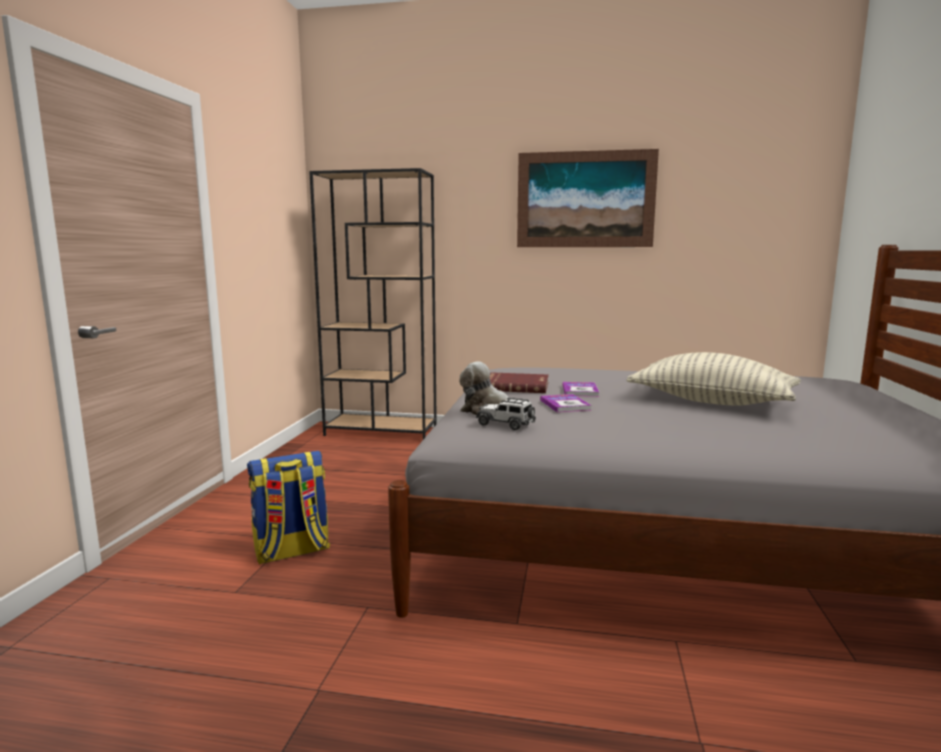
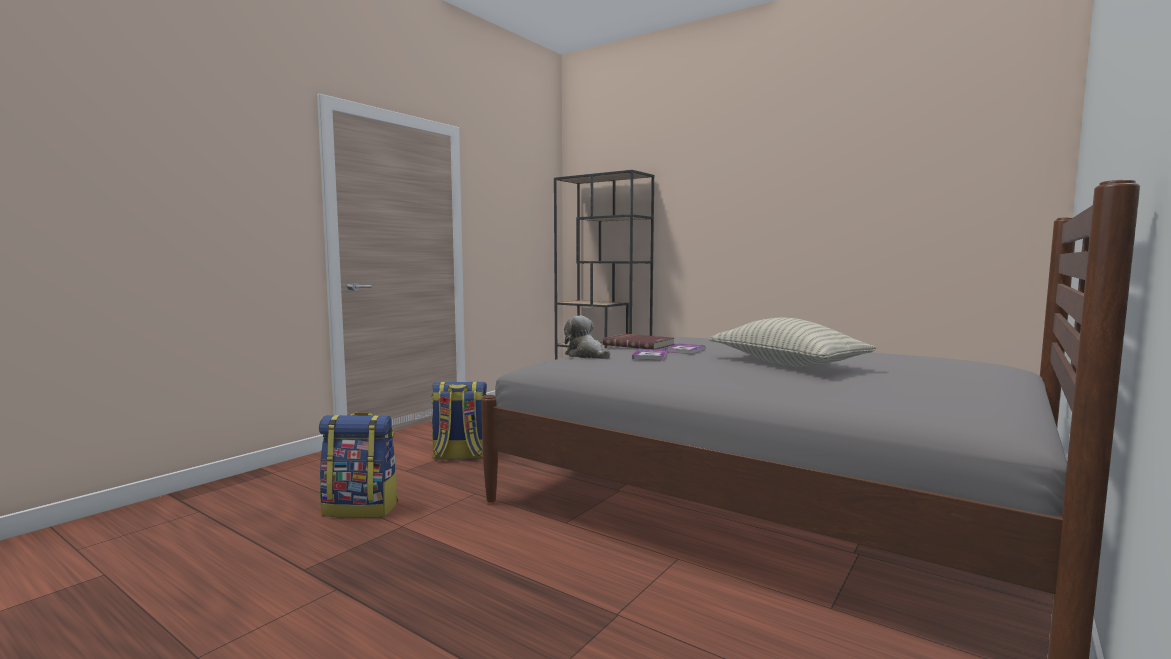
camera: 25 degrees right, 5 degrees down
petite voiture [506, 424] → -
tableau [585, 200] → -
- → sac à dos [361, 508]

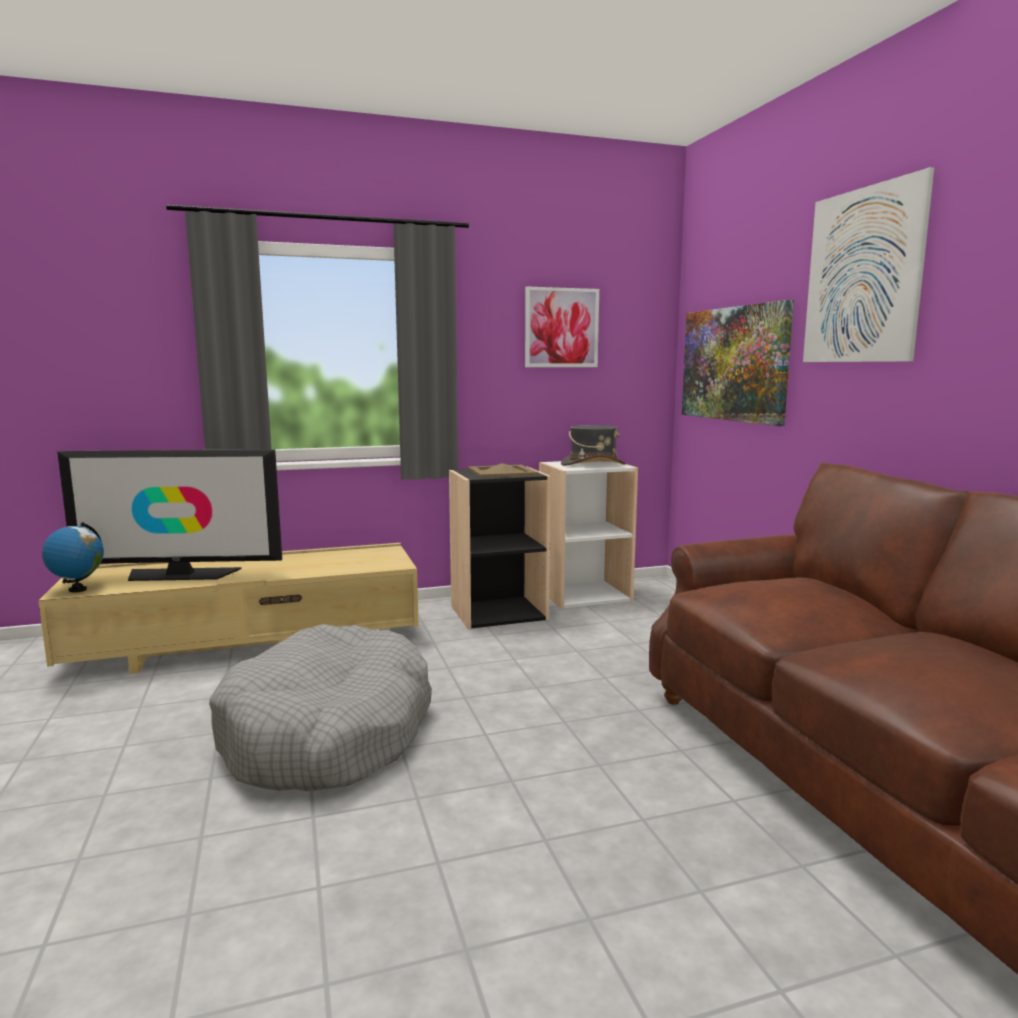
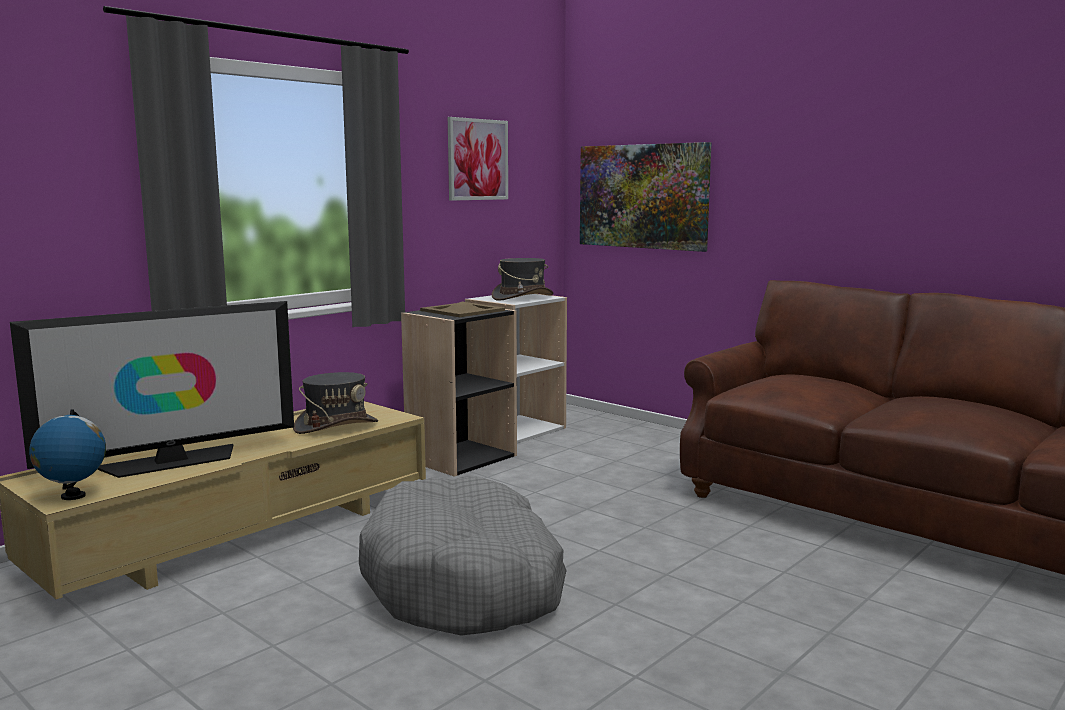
camera: 30 degrees left, 0 degrees up
tableau [863, 276] → -
- → chapeau (gris) [336, 426]

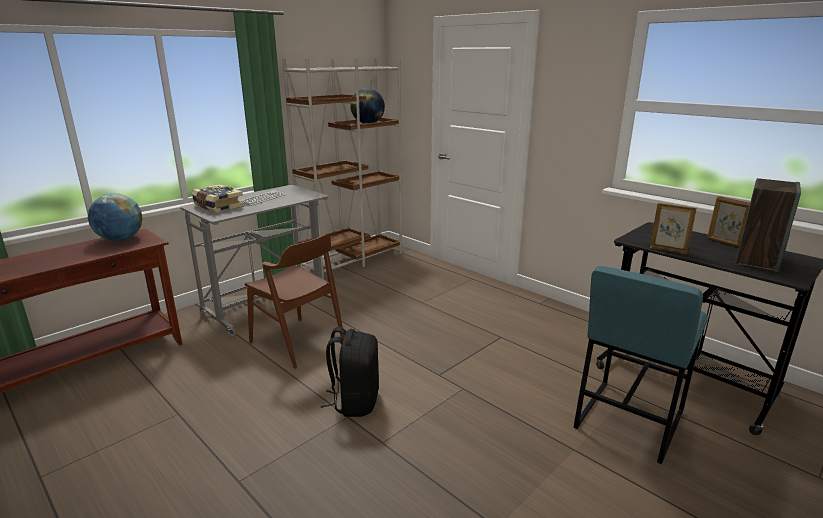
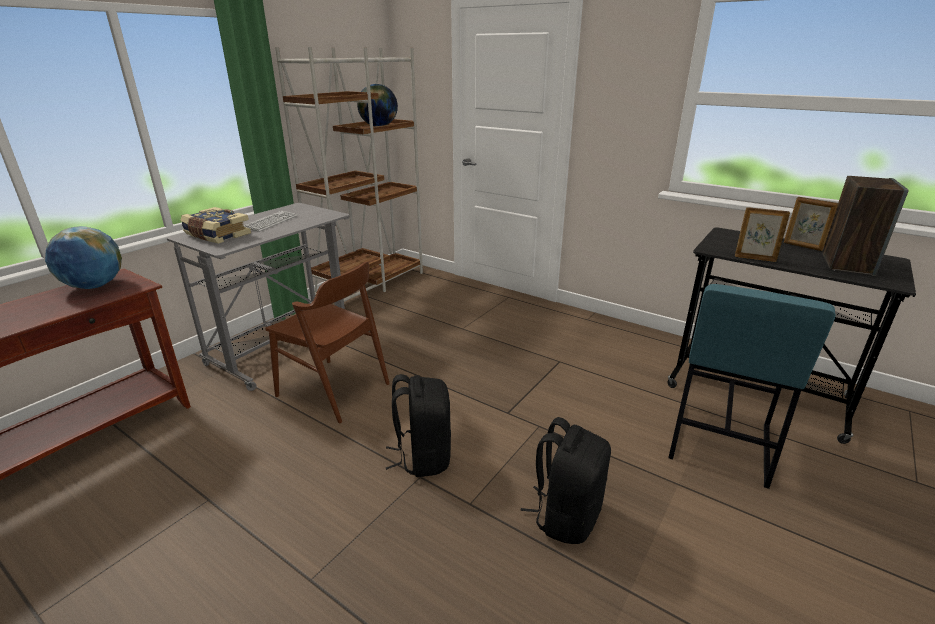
camera: 10 degrees left, 5 degrees up
- → sac à dos (noir) [566, 515]

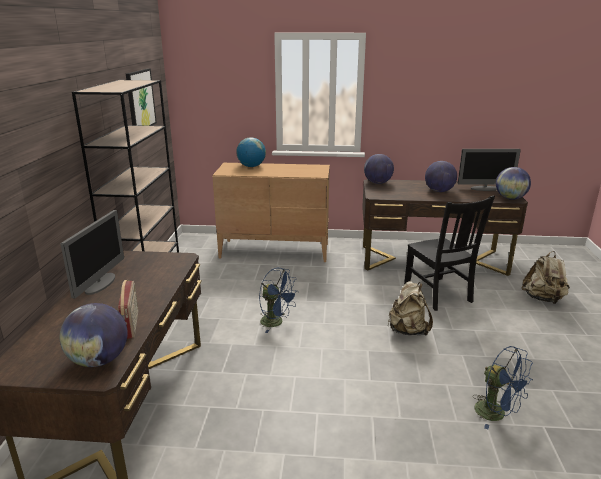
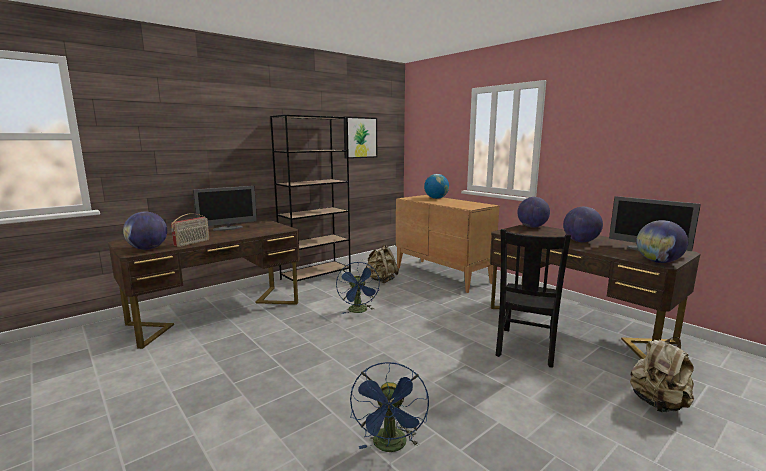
camera: 45 degrees right, 10 degrees down
sac à dos (beige) [408, 330] → sac à dos (beige) [381, 280], shifted

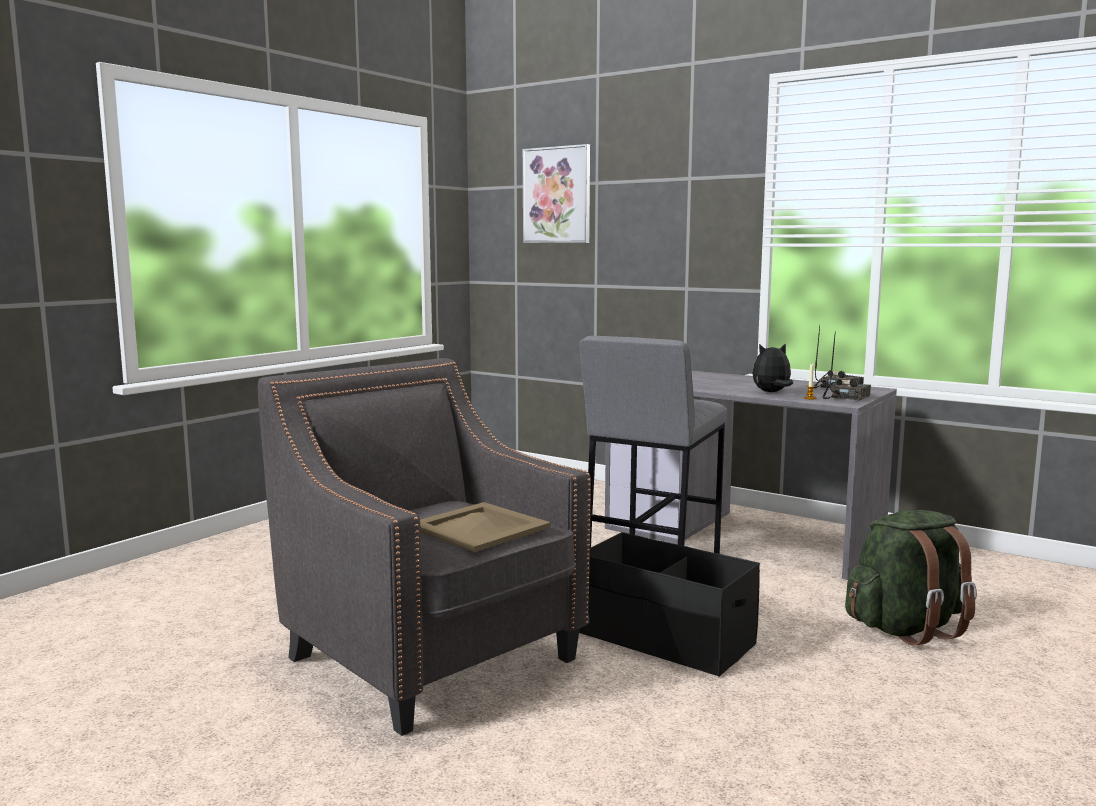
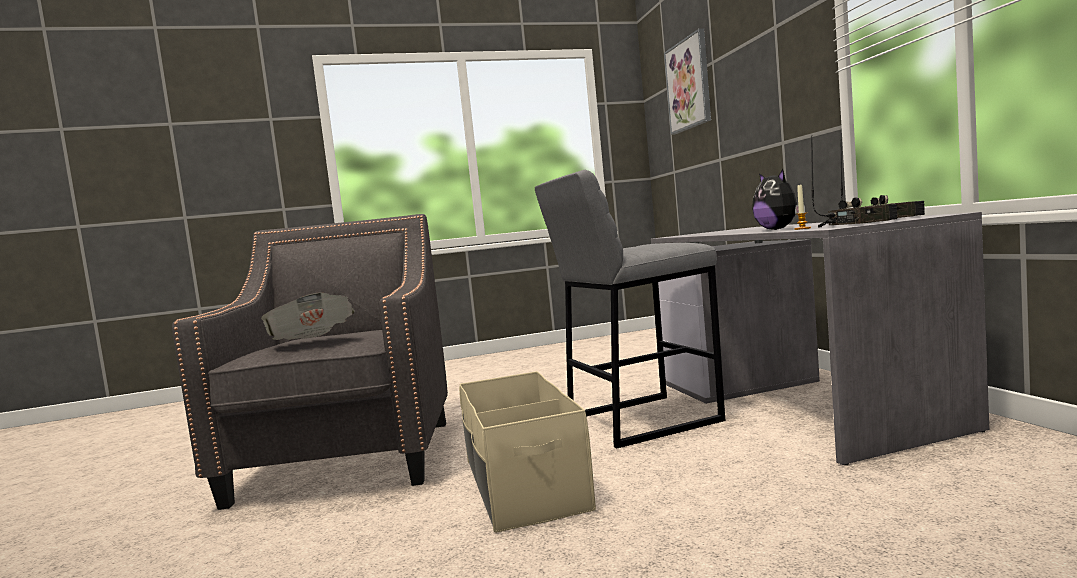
camera: 40 degrees right, 5 degrees down
sac à dos (vert) [906, 628] → -
plateau (beige) [478, 527] → journal [313, 342]
boîte de rangement (noir) [665, 639] → boîte de rangement (beige) [523, 485]
peluche [771, 392] → peluche [778, 229], 135 degrees counterclockwise

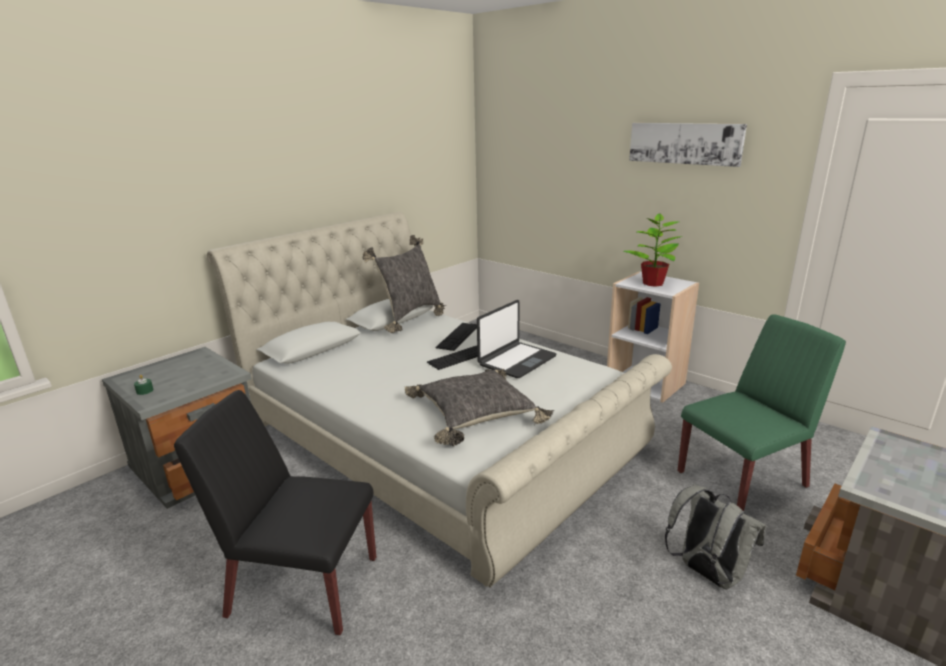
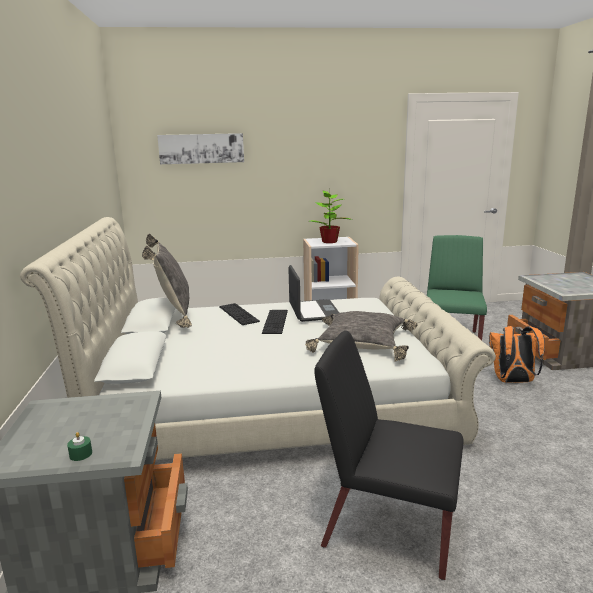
camera: 50 degrees left, 5 degrees down
tableau [685, 143] → tableau [201, 148], shifted
sac à dos (gris) [706, 573] → sac à dos (orange) [512, 381]
chaise (noir) [302, 586] → chaise (noir) [387, 527], 60 degrees clockwise

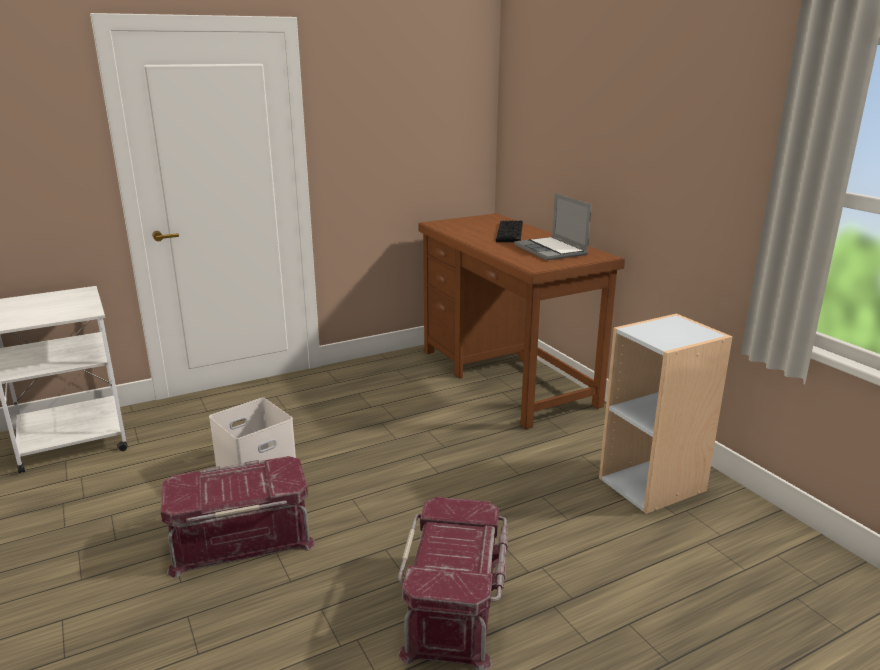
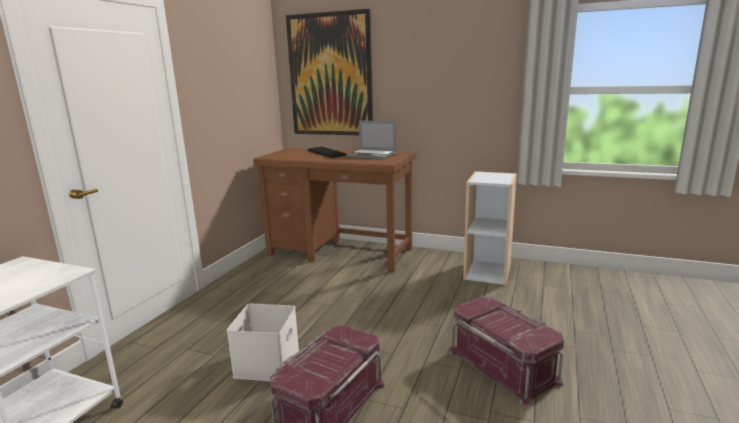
camera: 40 degrees left, 5 degrees down
- → tableau [330, 75]

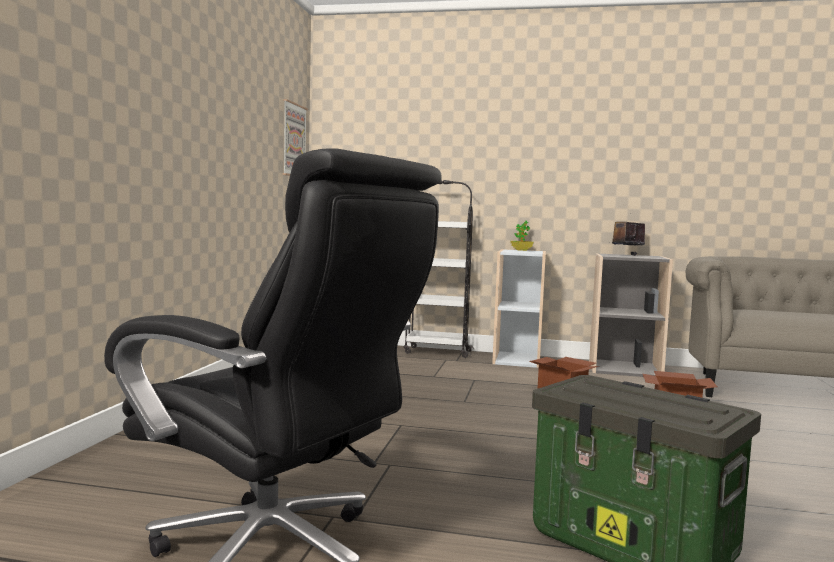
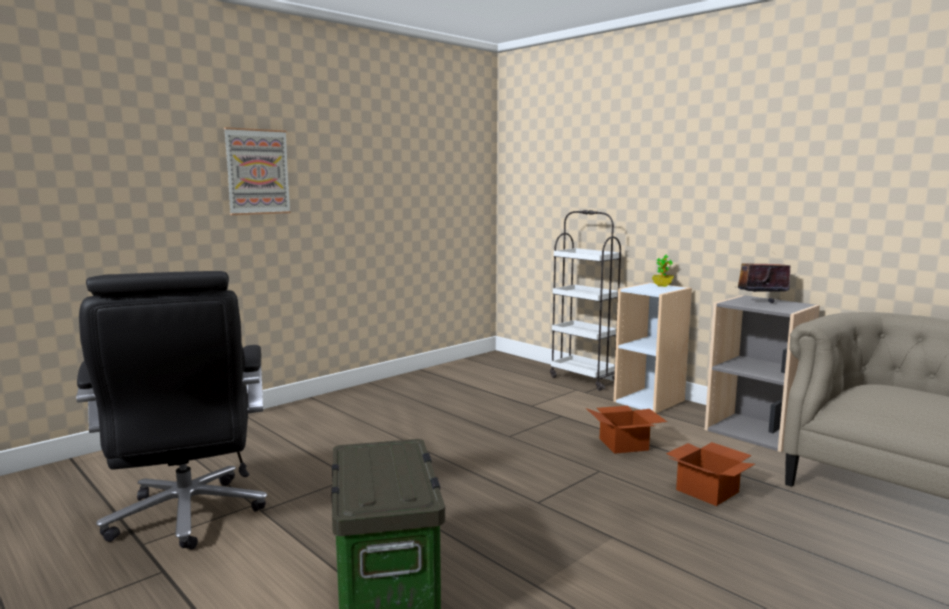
camera: 35 degrees right, 5 degrees up
tableau [293, 140] → tableau [257, 172], shifted

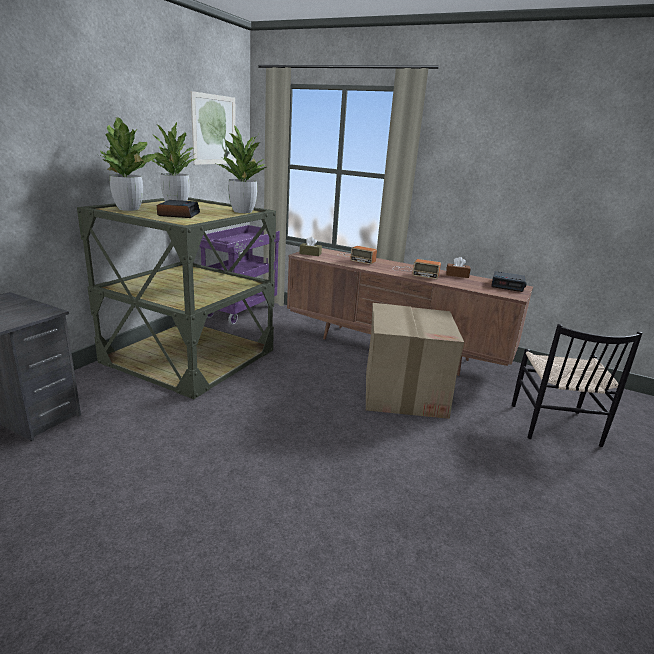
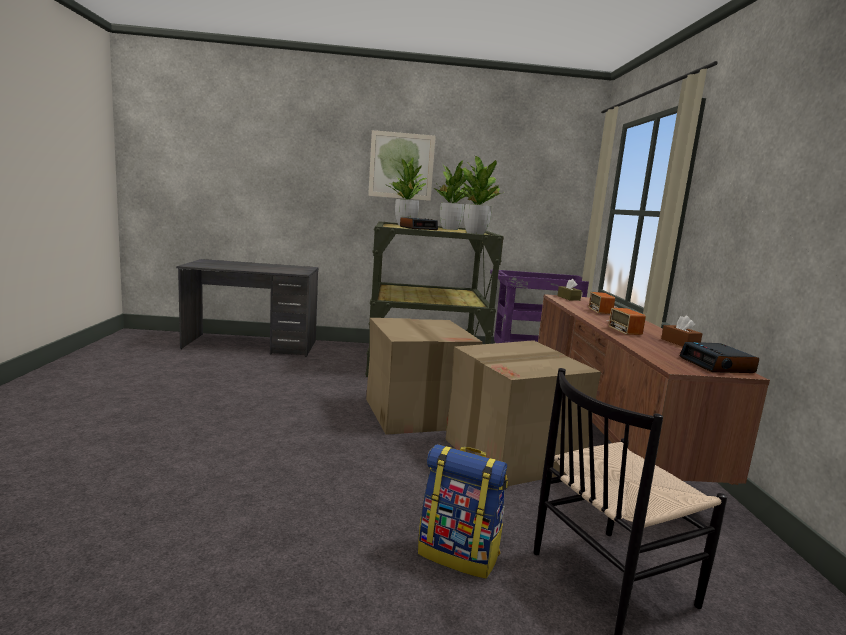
camera: 60 degrees right, 10 degrees down
- → carton [416, 412]
- → sac à dos [459, 554]
tableau [214, 130] → tableau [401, 166], shifted

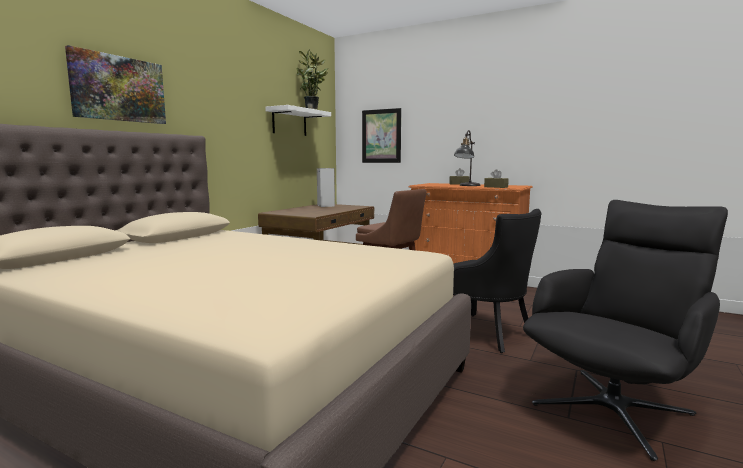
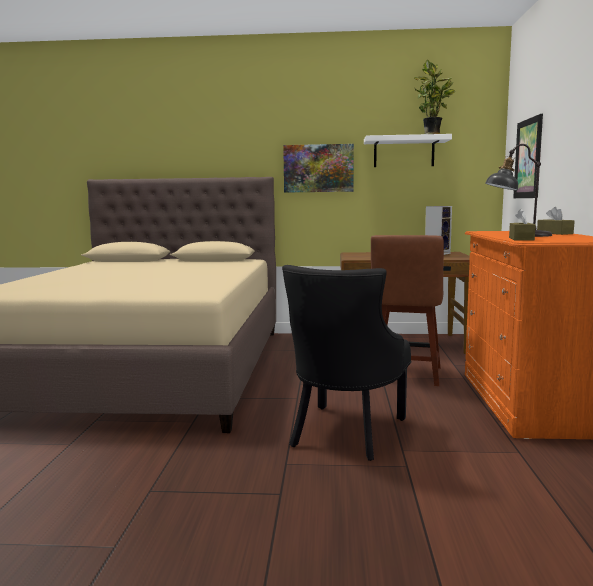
camera: 65 degrees right, 0 degrees up
fauteuil (noir) [614, 408] → -
tableau [118, 89] → tableau [318, 168], shifted

